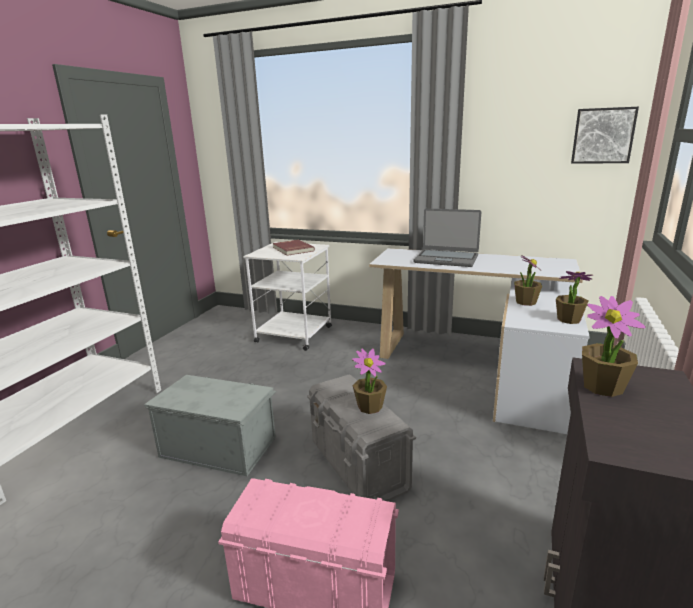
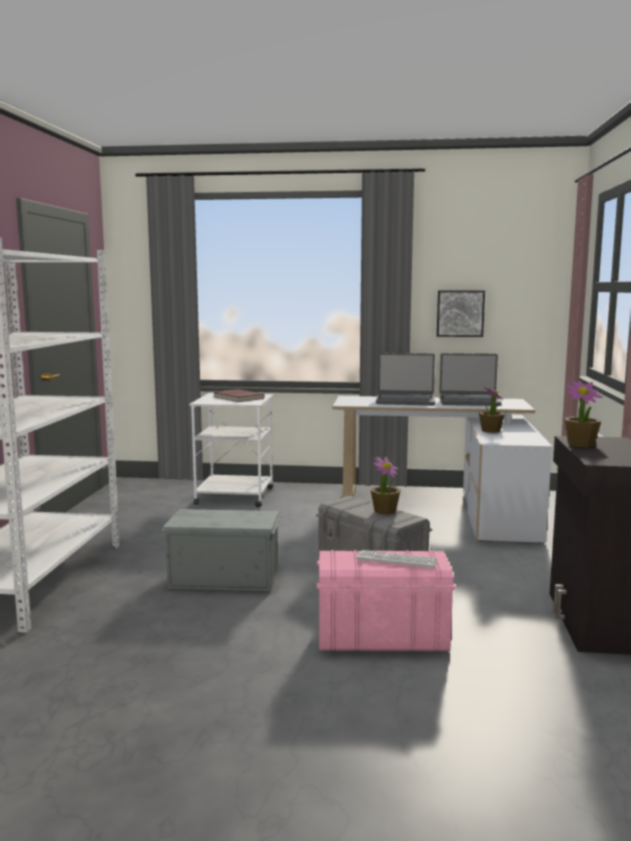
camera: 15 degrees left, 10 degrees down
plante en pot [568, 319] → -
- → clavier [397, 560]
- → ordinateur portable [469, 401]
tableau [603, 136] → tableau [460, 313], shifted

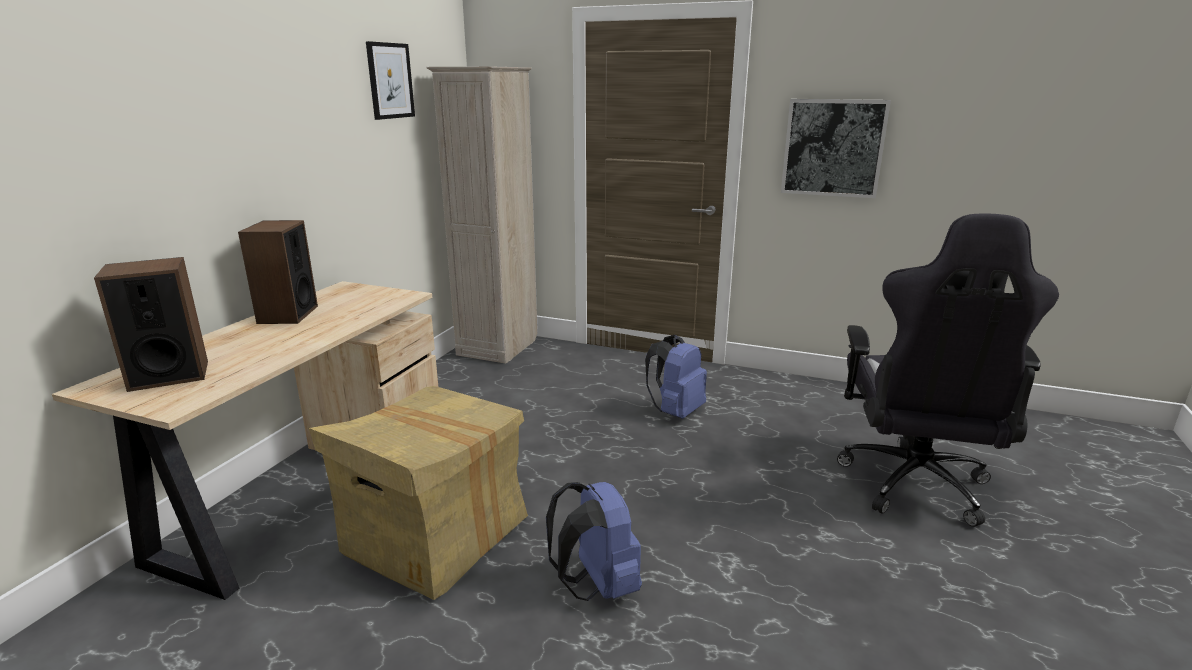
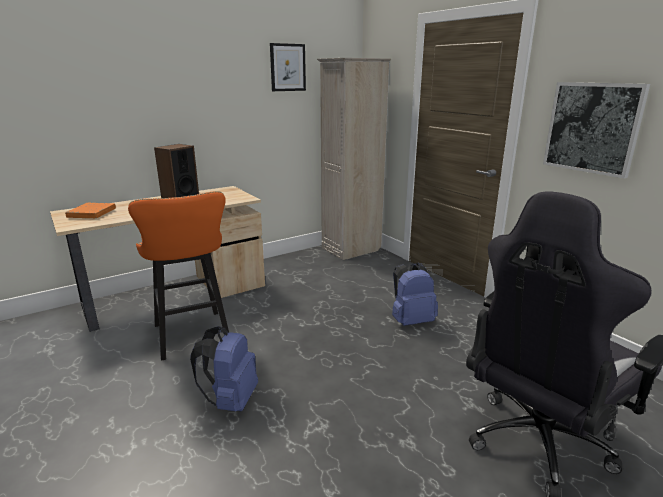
camera: 35 degrees right, 0 degrees up
enceinte [169, 375] → livre (orange) [92, 213]
carton [435, 536] → tabouret (orange) [193, 339]

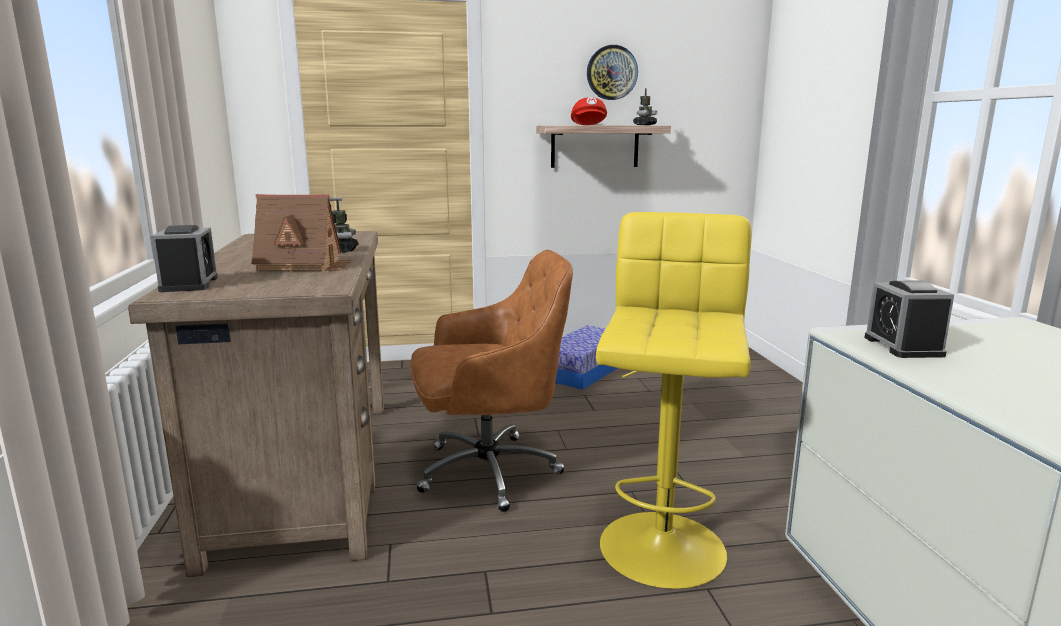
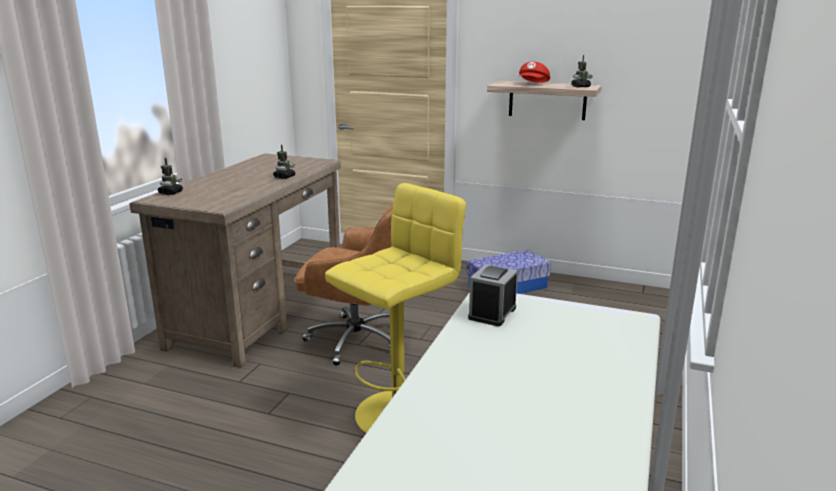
camera: 30 degrees right, 5 degrees up
maison miniature [304, 265] → -
horloge murale [611, 72] → -
réveil [189, 284] → robot jouet [170, 193]

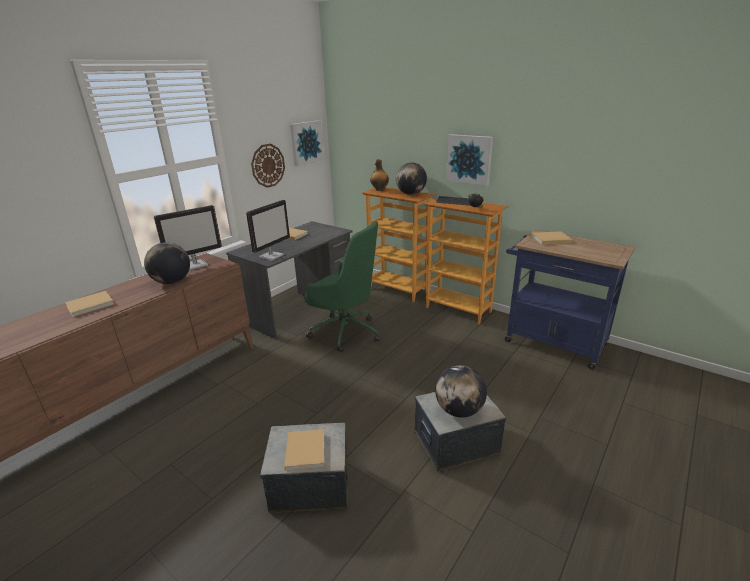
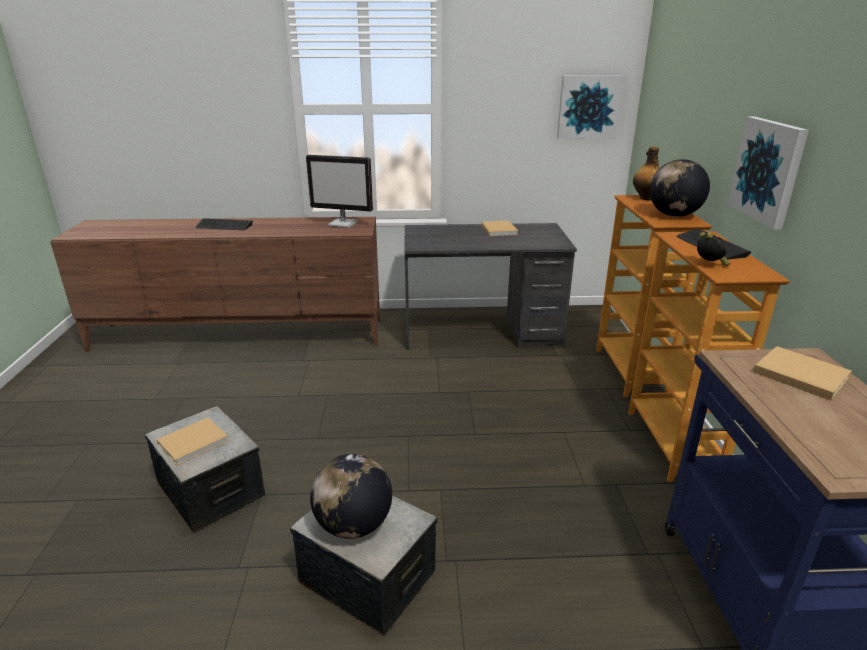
camera: 50 degrees right, 0 degrees up
globe [172, 282] → -
écran d'ordinateur [271, 256] → -
horloge murale [268, 165] → -
chaise de bureau (vert) [346, 333] → -
livre (beige) [92, 304] → clavier [224, 226]

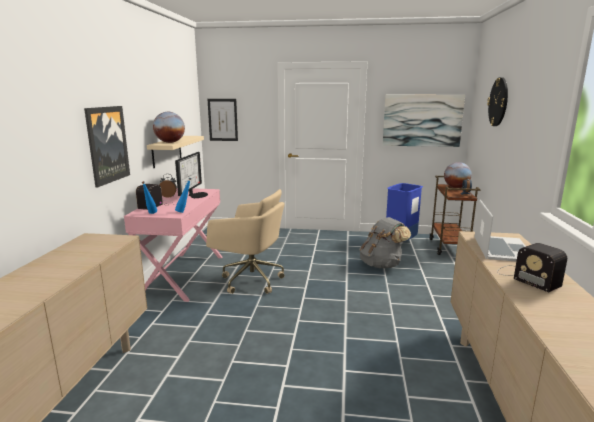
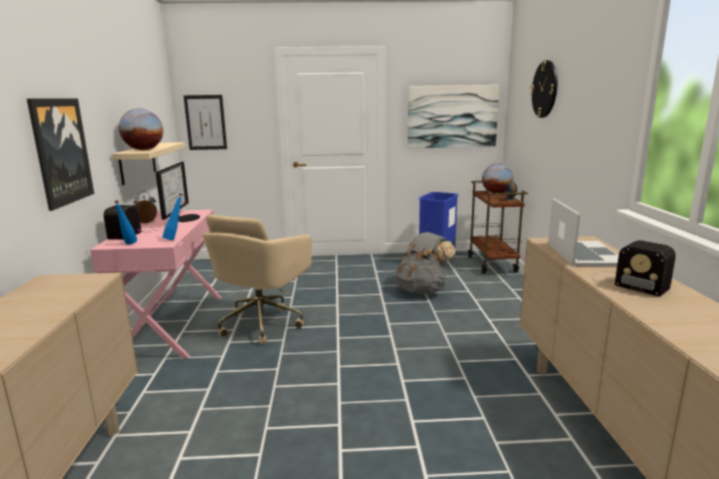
camera: 10 degrees left, 0 degrees up
chaise de bureau (beige) [249, 281] → chaise de bureau (beige) [263, 324], 105 degrees clockwise

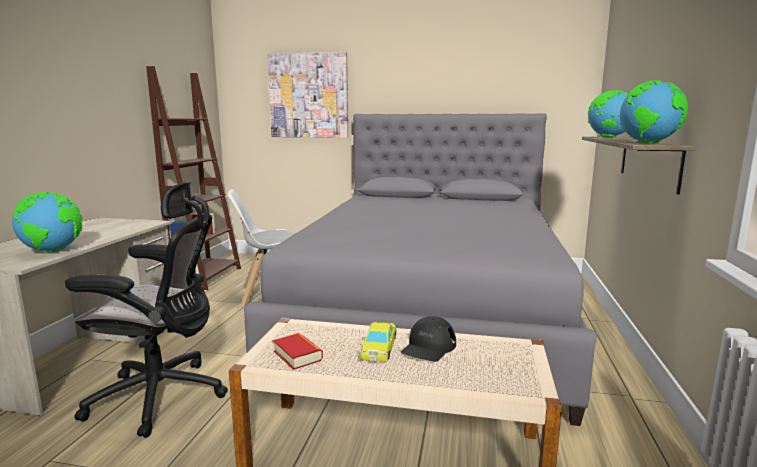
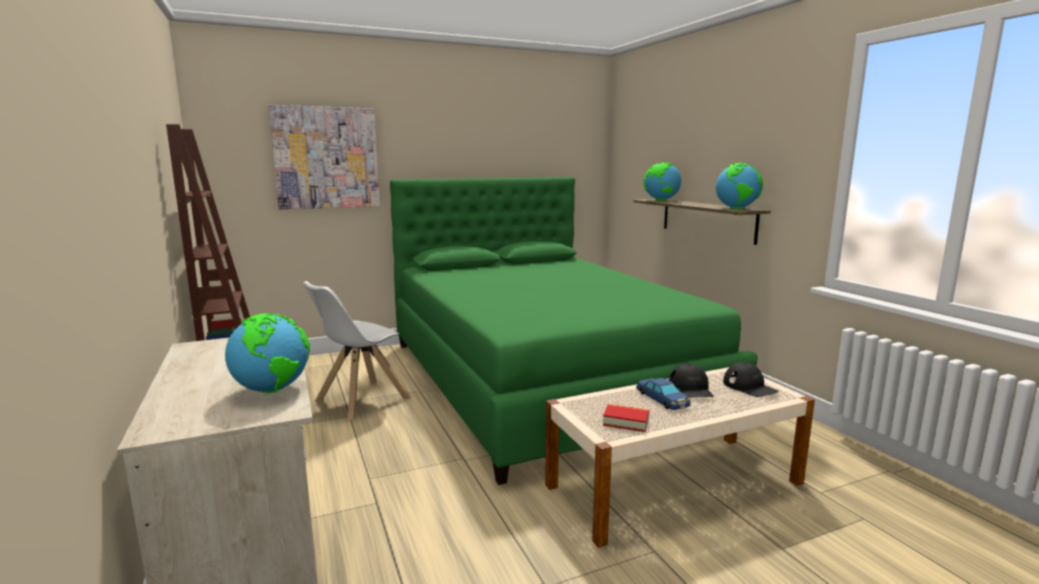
camera: 35 degrees left, 0 degrees up
chaise de bureau [159, 396] → -
- → casquette (noir) [750, 387]
lit (gris) [430, 314] → lit (vert) [543, 378]
petite voiture (jaune) [379, 347] → petite voiture (bleu) [662, 398]

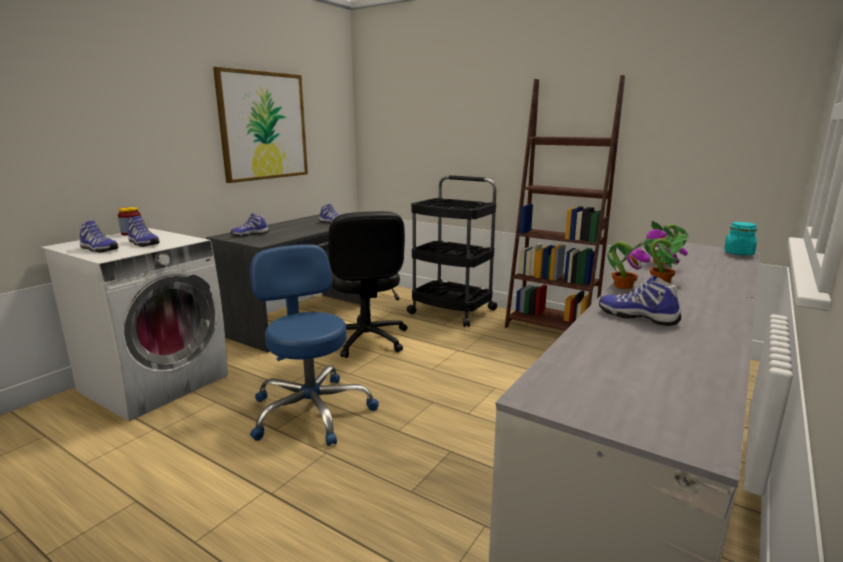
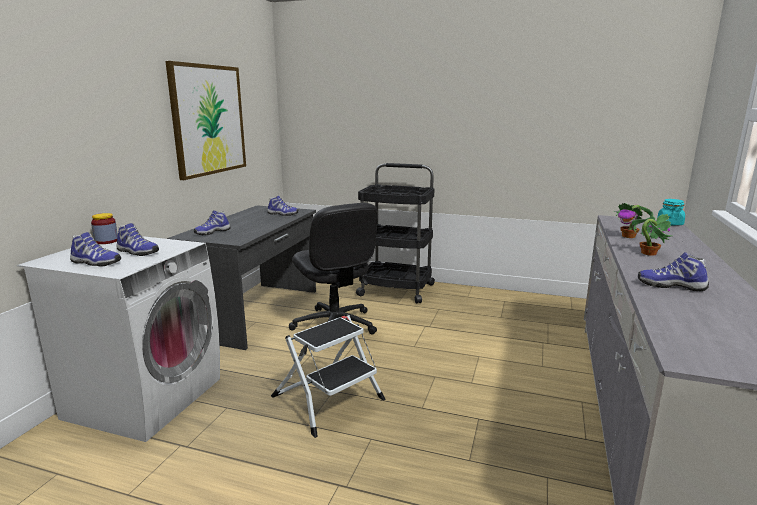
camera: 15 degrees left, 0 degrees up
bibliothèque (marron) [550, 328] → -
plante en pot [623, 286] → -
chaise de bureau (bleu) [310, 408] → escabeau [327, 399]

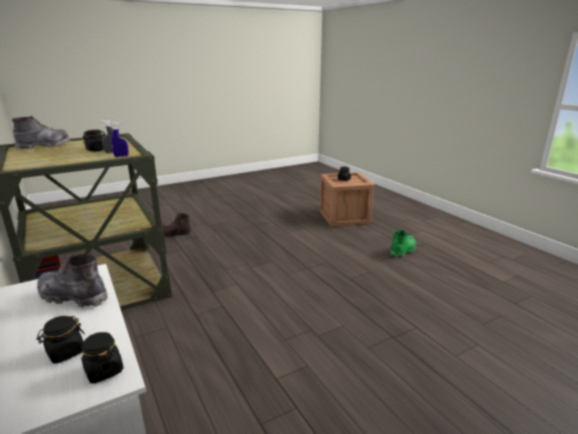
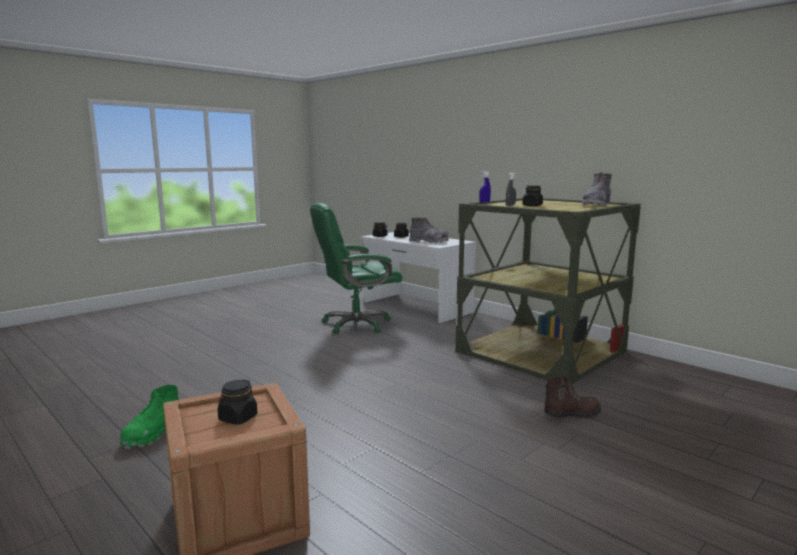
camera: 165 degrees right, 10 degrees down
- → chaise de bureau (vert) [358, 324]

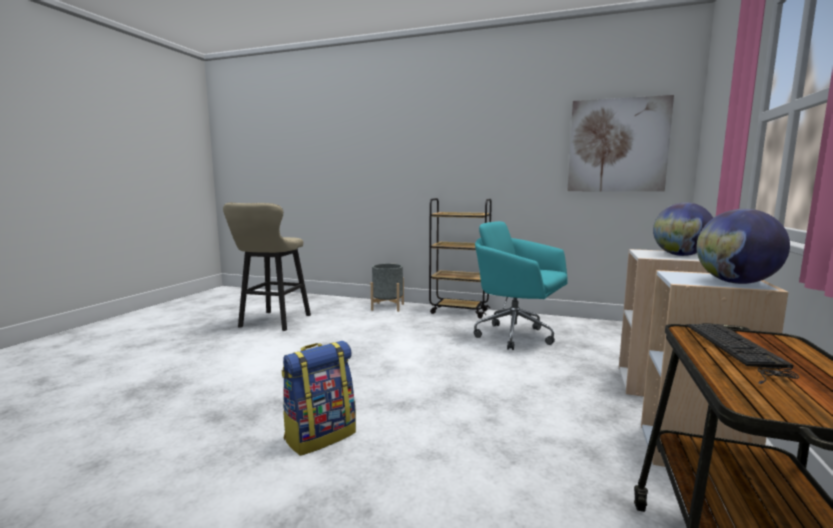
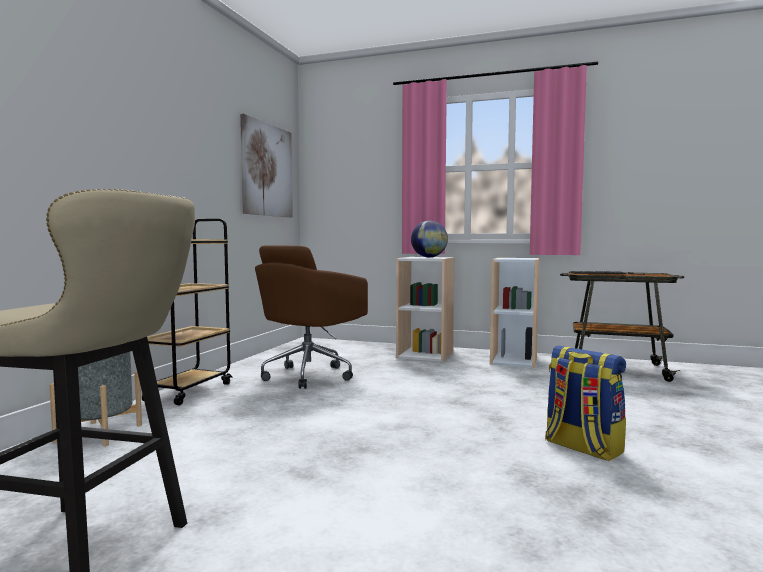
camera: 90 degrees left, 5 degrees down
globe [736, 282] → -
chaise de bureau (turquoise) [517, 337] → chaise de bureau (marron) [311, 375]

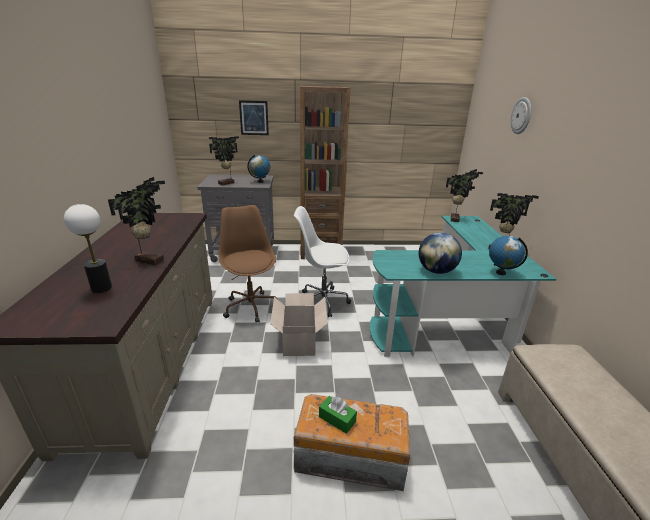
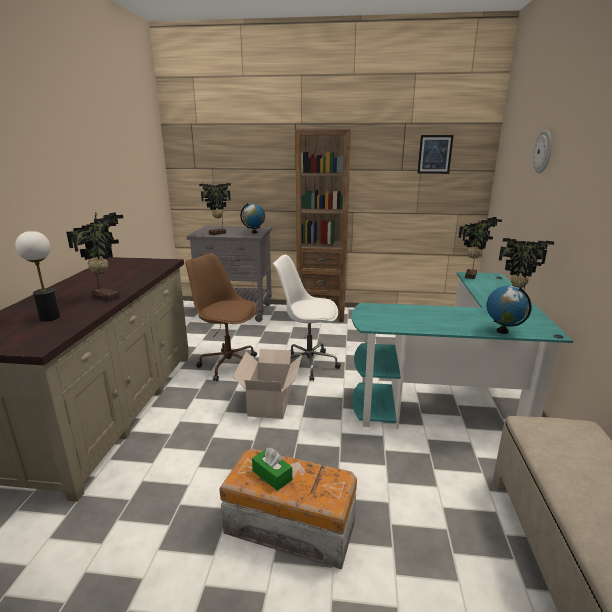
camera: 10 degrees right, 5 degrees down
globe [436, 271] → -
tableau [254, 118] → tableau [435, 154], shifted
chaise de bureau (marron) [251, 306] → chaise de bureau (marron) [228, 365], 45 degrees counterclockwise

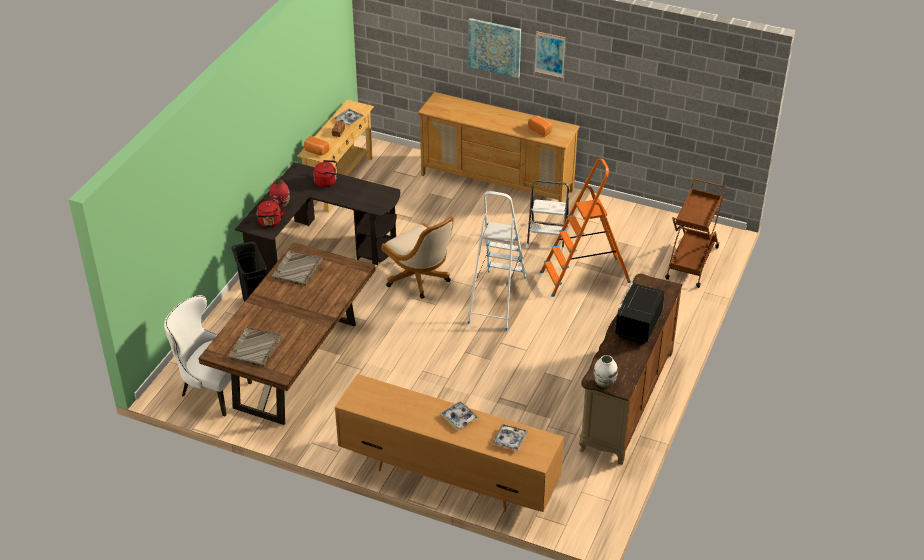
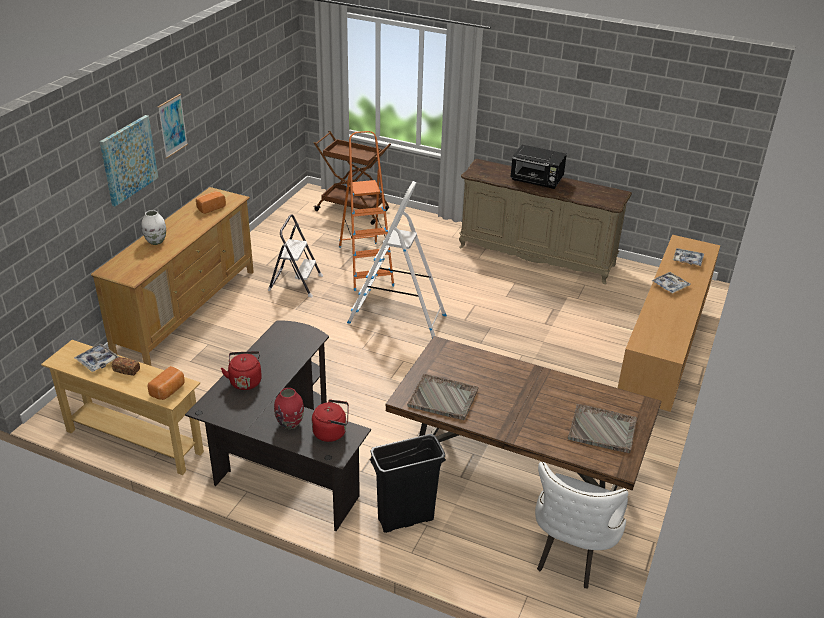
camera: 90 degrees left, 5 degrees down
chaise de bureau [421, 280] → -
vase (blanc) [604, 383] → vase (blanc) [156, 241], shifted

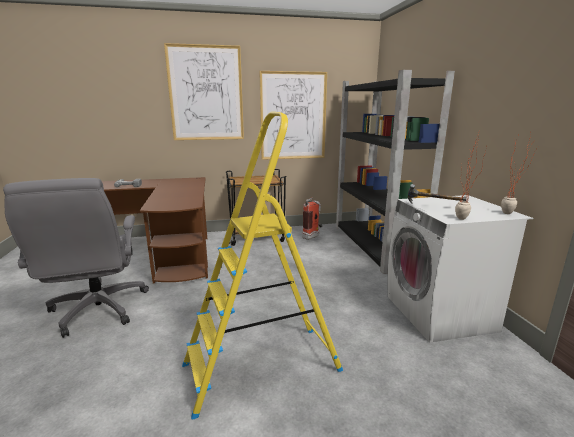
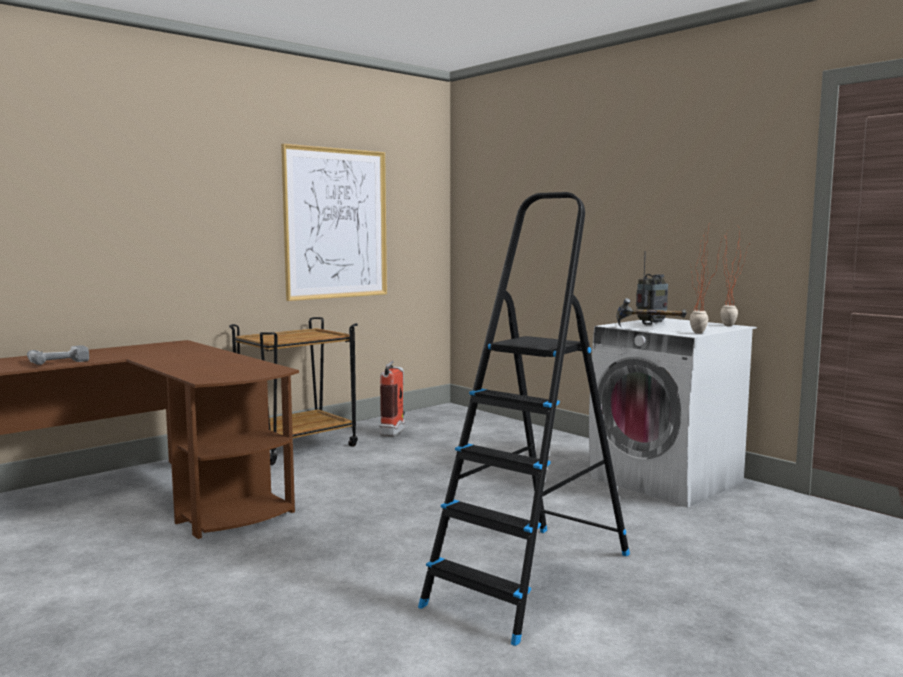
camera: 30 degrees left, 10 degrees down
chaise de bureau (gris) [96, 312] → -
tableau [206, 94] → -
bibliothèque (noir) [374, 245] → -
- → radio [651, 324]
escabeau (jaune) [261, 368] → escabeau (noir) [531, 579]

